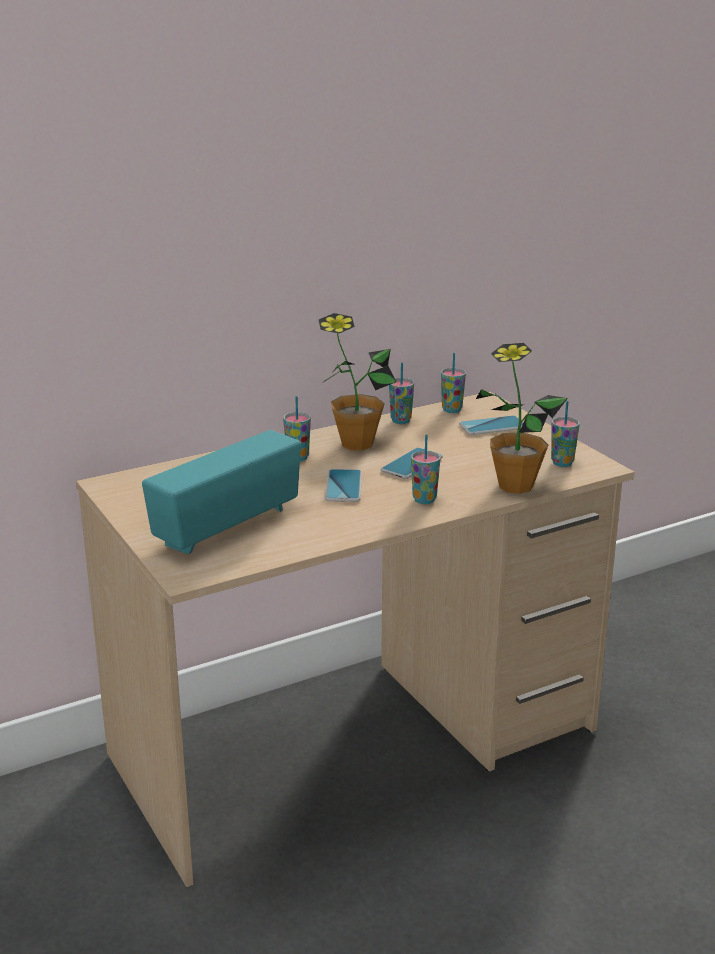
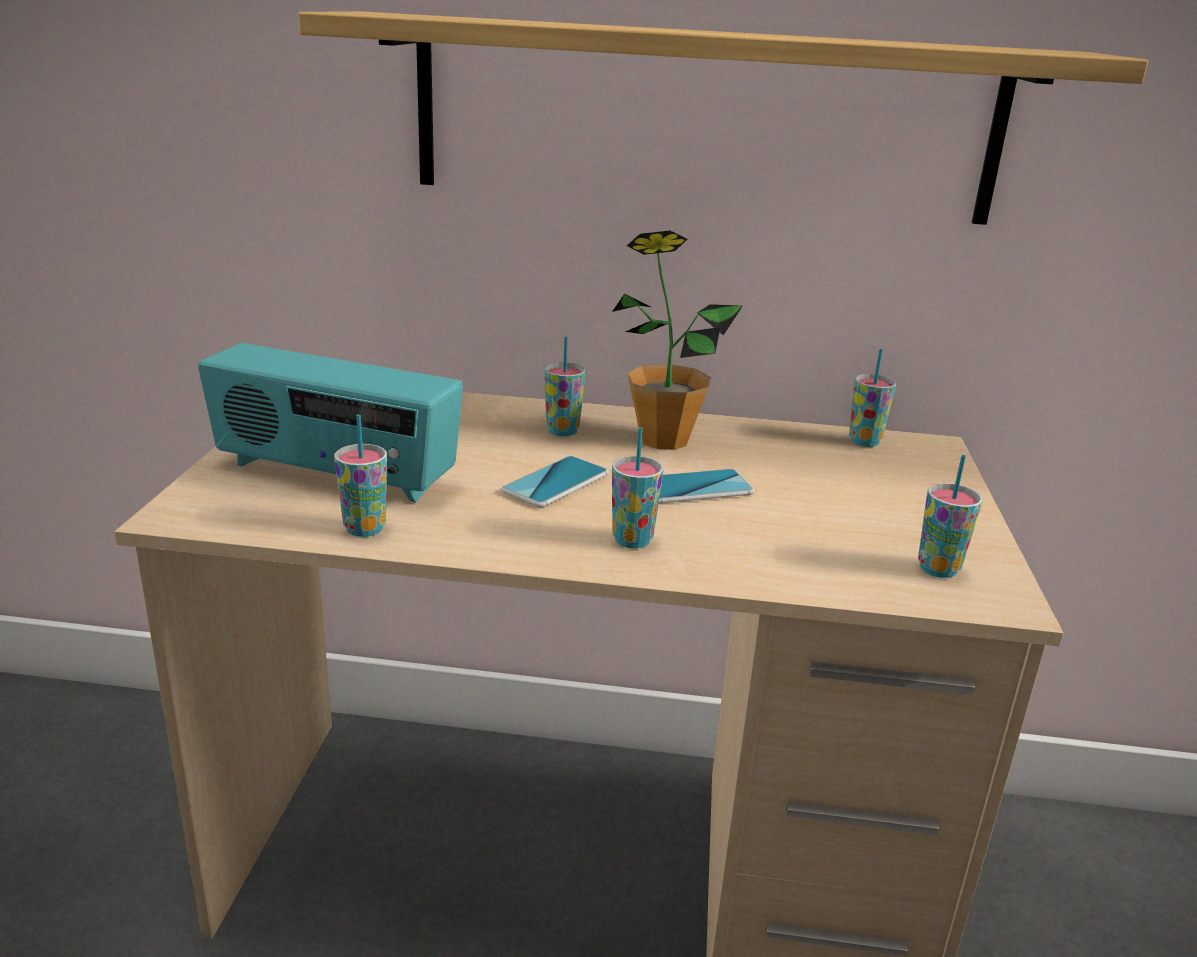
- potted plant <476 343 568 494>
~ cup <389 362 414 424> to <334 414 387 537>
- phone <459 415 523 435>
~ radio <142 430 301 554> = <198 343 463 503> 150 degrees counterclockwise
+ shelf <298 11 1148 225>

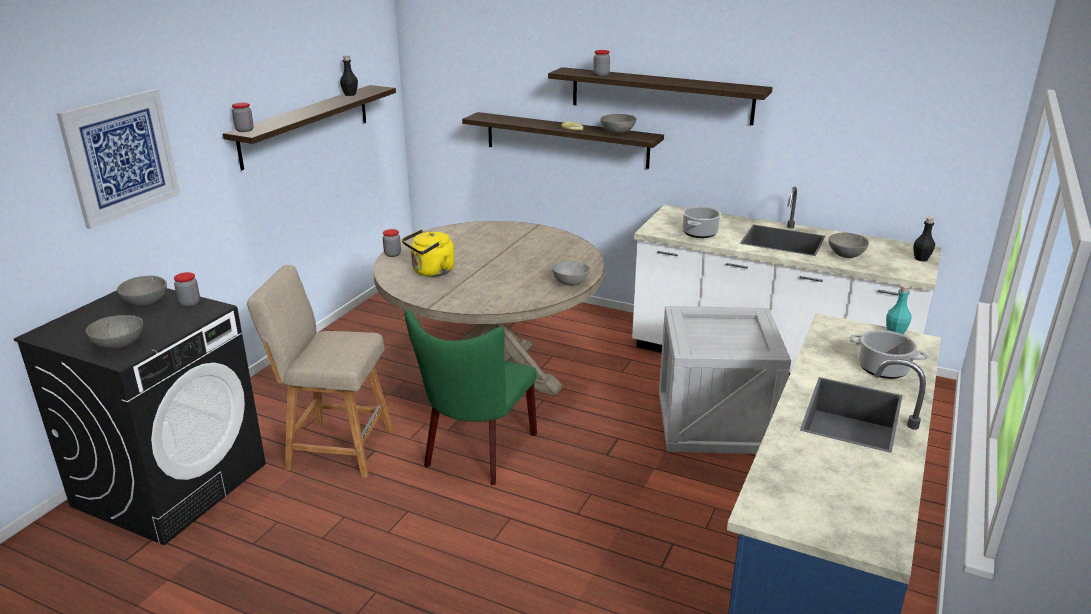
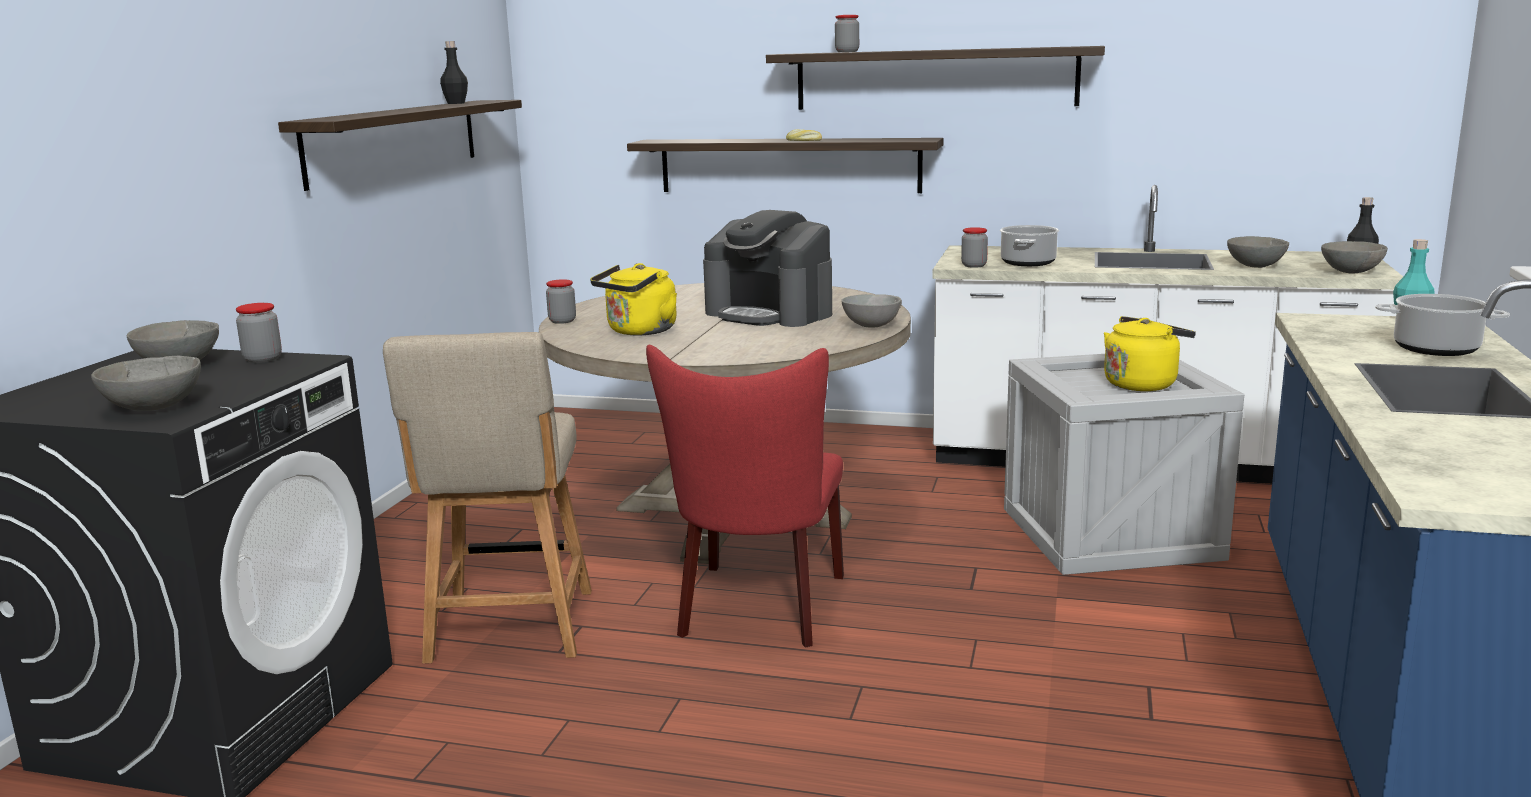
- picture <57 89 180 229>
~ jar <232 103 254 132> to <961 227 988 268>
~ grey bowl <601 114 636 134> to <1321 241 1388 274>
~ beige chair <247 265 393 478> = <383 332 592 664> 90 degrees counterclockwise
~ green chair <405 309 537 485> to red chair <646 345 844 648>
+ coffee machine <703 210 832 327>
+ yellow kettle <1104 316 1196 391>

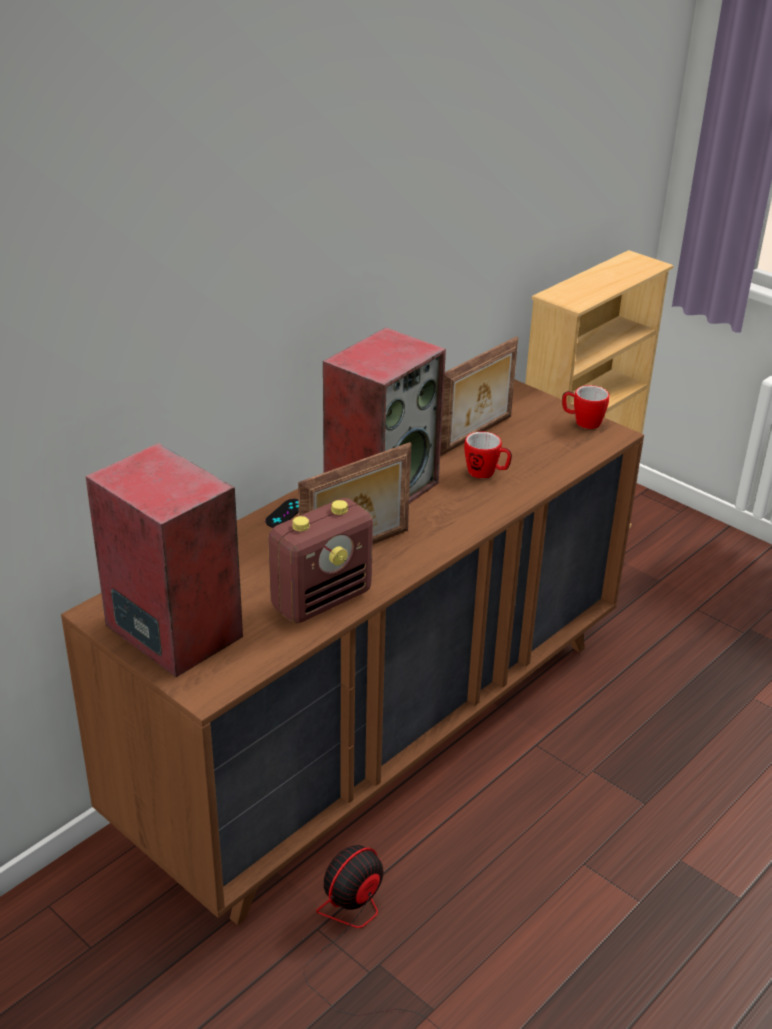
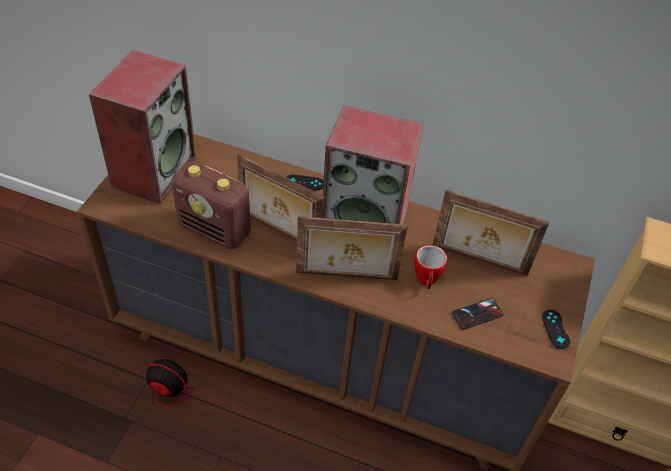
~ mug <562 385 609 429> to black game controller <542 310 571 349>
+ picture frame <296 216 408 280>
+ phone <452 298 503 330>

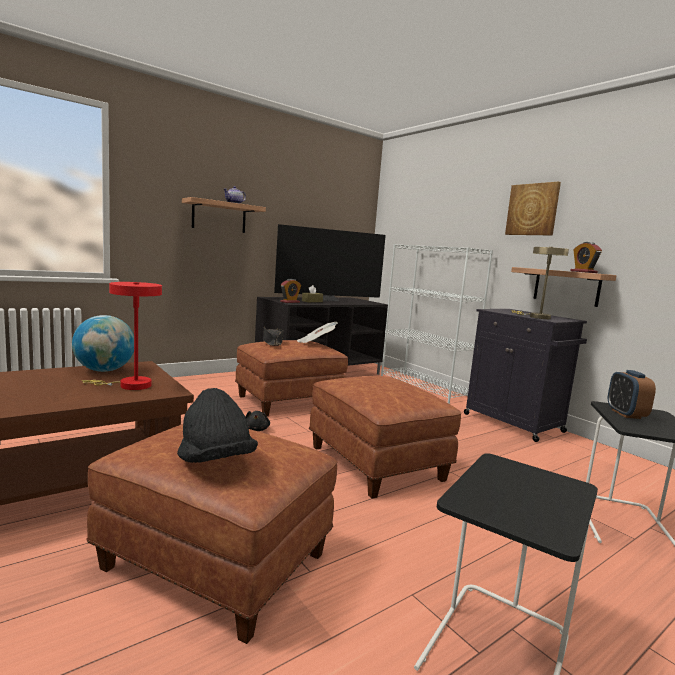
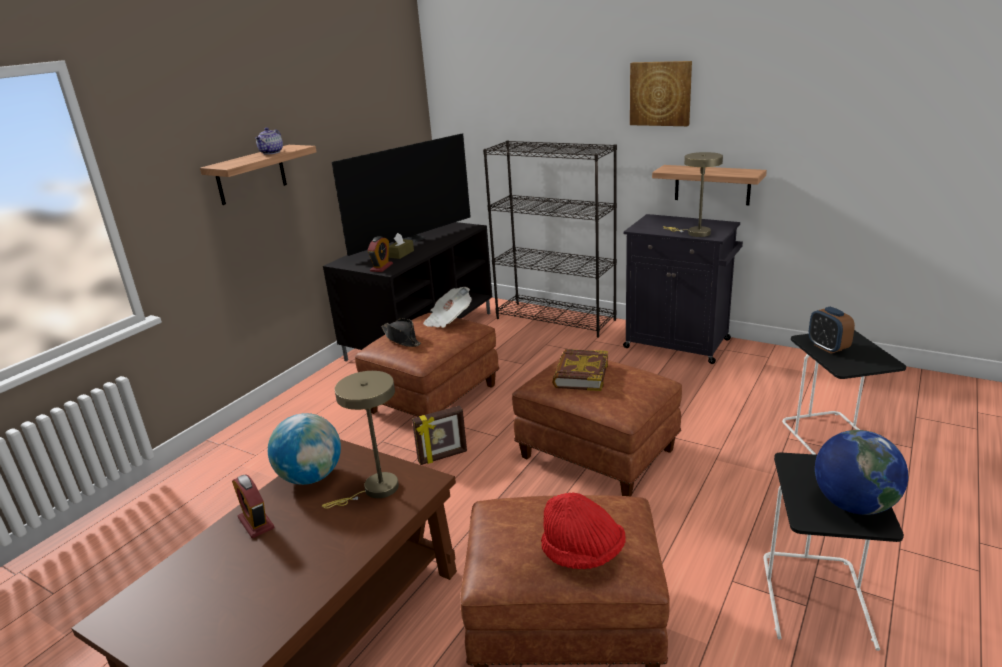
~ alarm clock <570 242 602 273> to <232 474 274 538>
~ white bookcase <381 244 493 404> to black bookcase <483 140 617 338>
~ red table lamp <81 282 162 390> to beige table lamp <322 371 399 509>
~ black hat <177 388 258 463> to red hat <541 492 626 569>
~ black plush toy <245 411 270 431> to picture frame <412 405 467 465>
+ book <552 349 608 391>
+ globe <815 430 908 515>

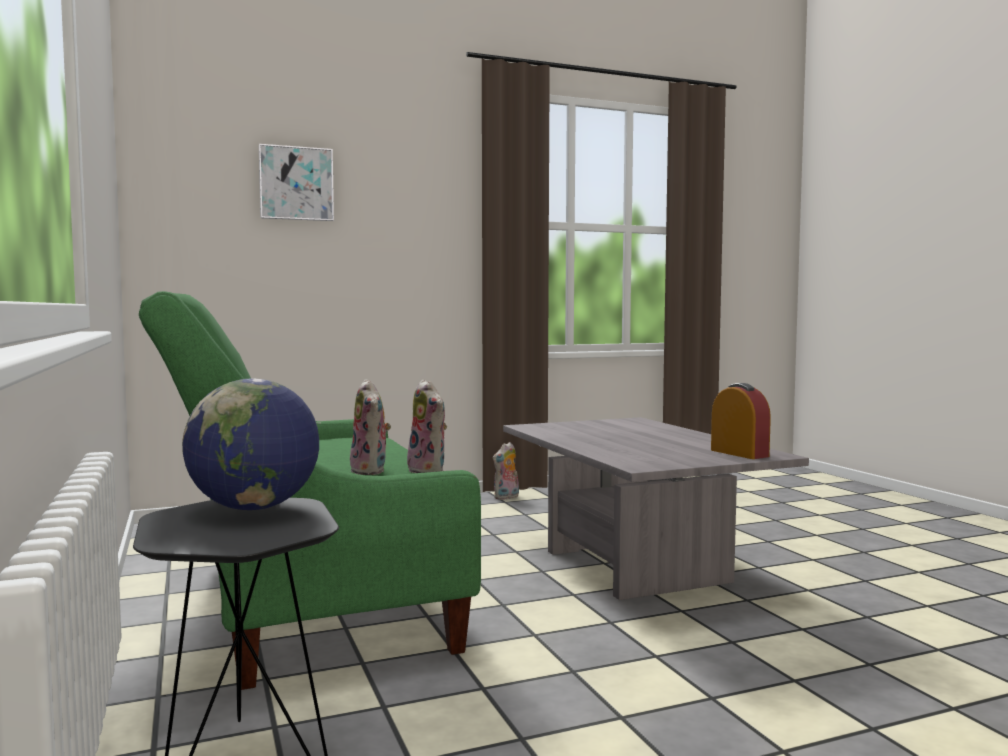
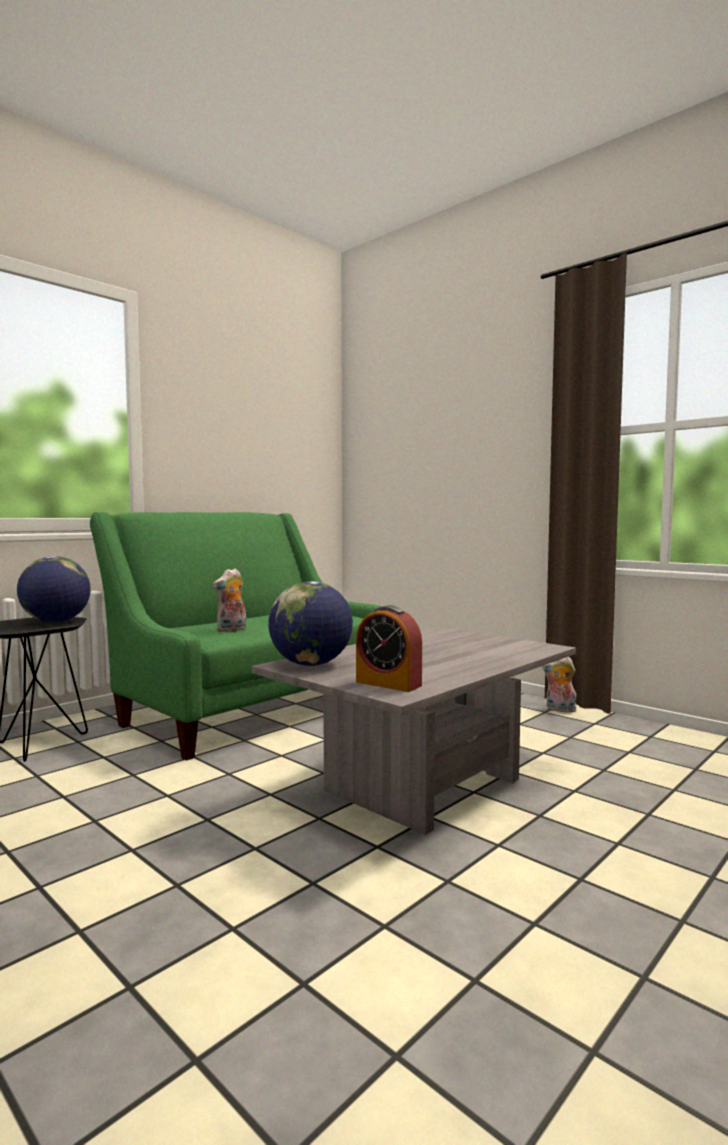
- picture <259 144 334 221>
- plush toy <407 379 447 473>
~ alarm clock <711 383 771 459> = <356 605 422 692> 90 degrees clockwise
+ globe <268 581 353 666>

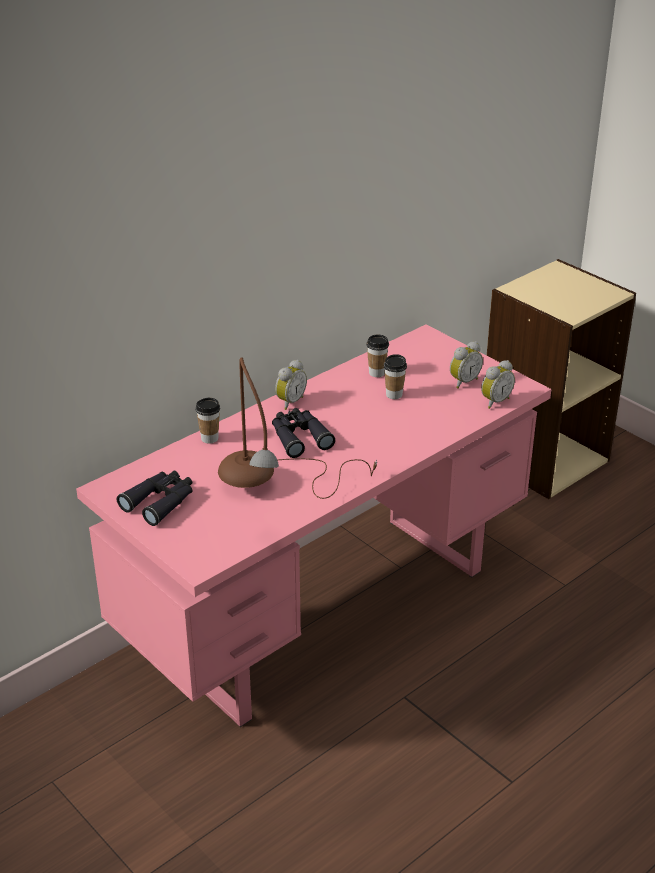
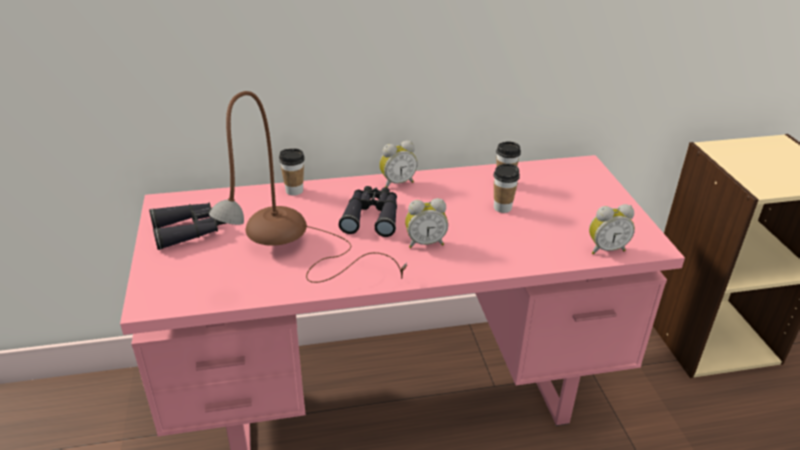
~ alarm clock <450 341 483 389> to <405 198 448 248>

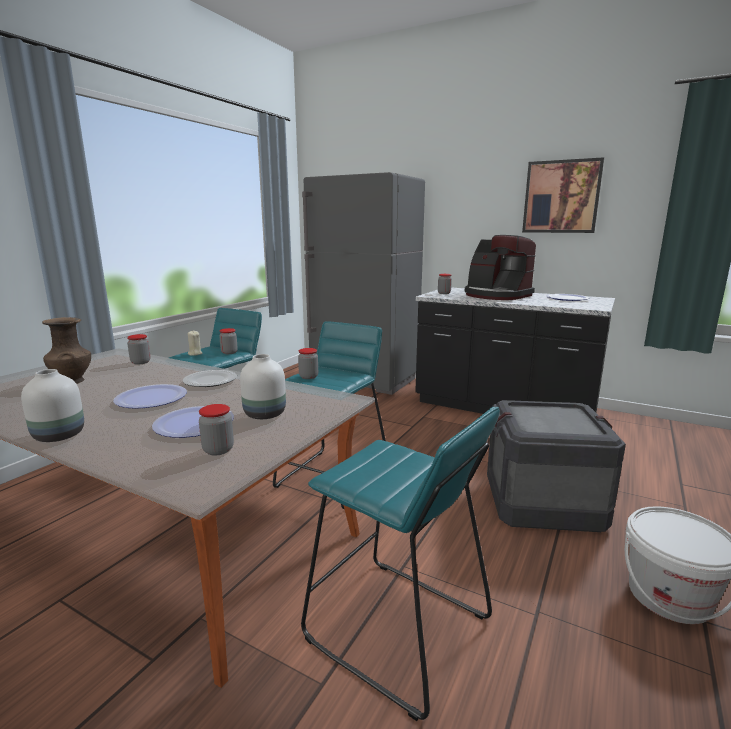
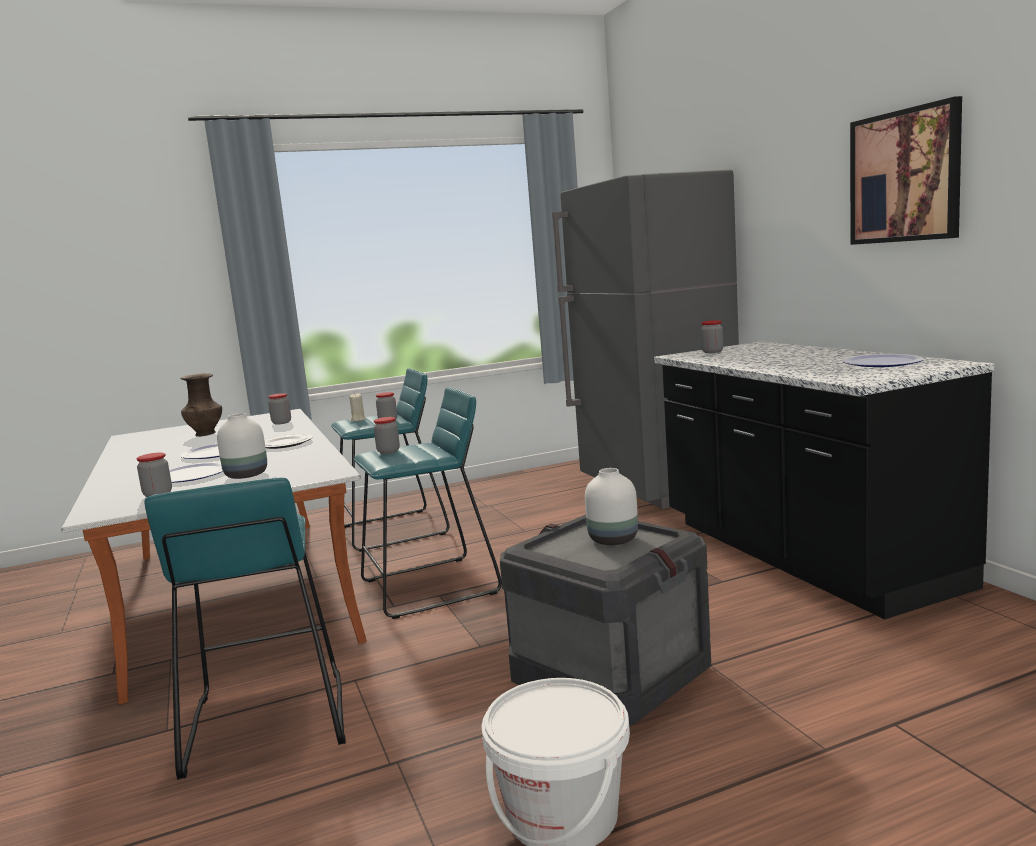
- coffee machine <465 235 536 300>
~ white vase <21 369 84 442> to <585 468 638 545>

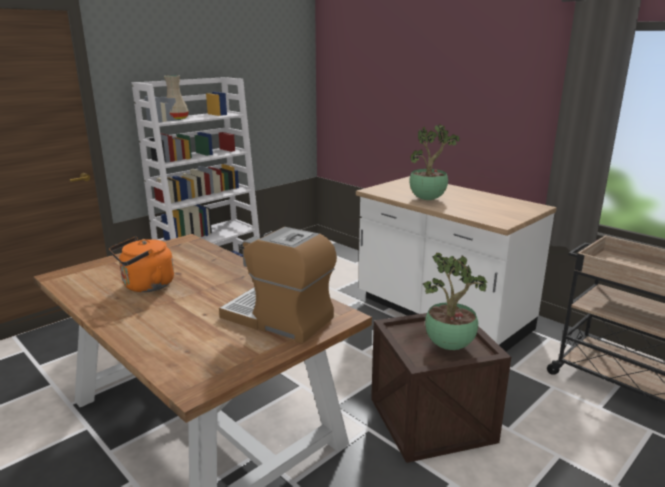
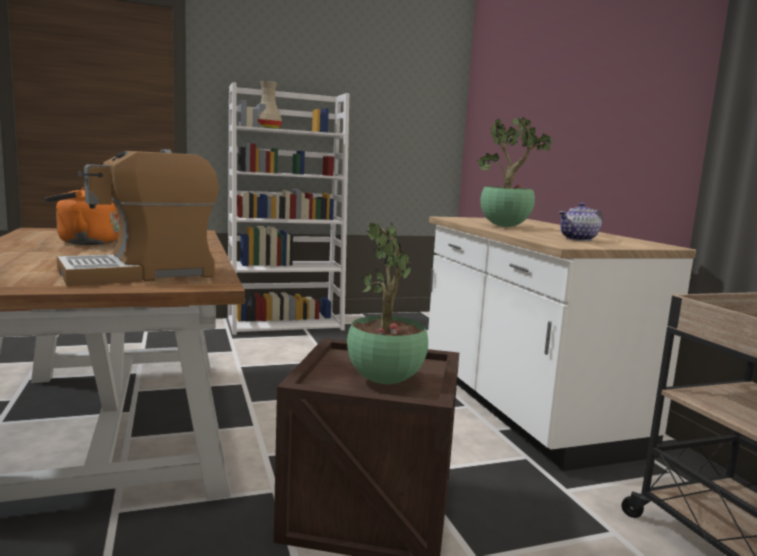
~ coffee machine <219 227 337 344> = <57 149 219 286> 90 degrees counterclockwise
+ teapot <558 202 603 241>

